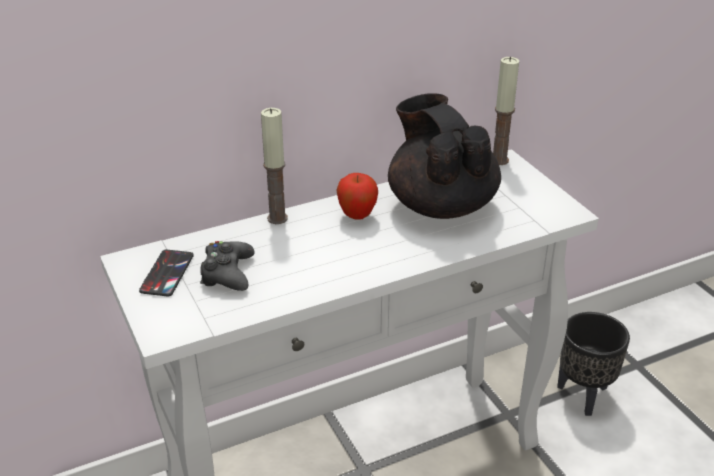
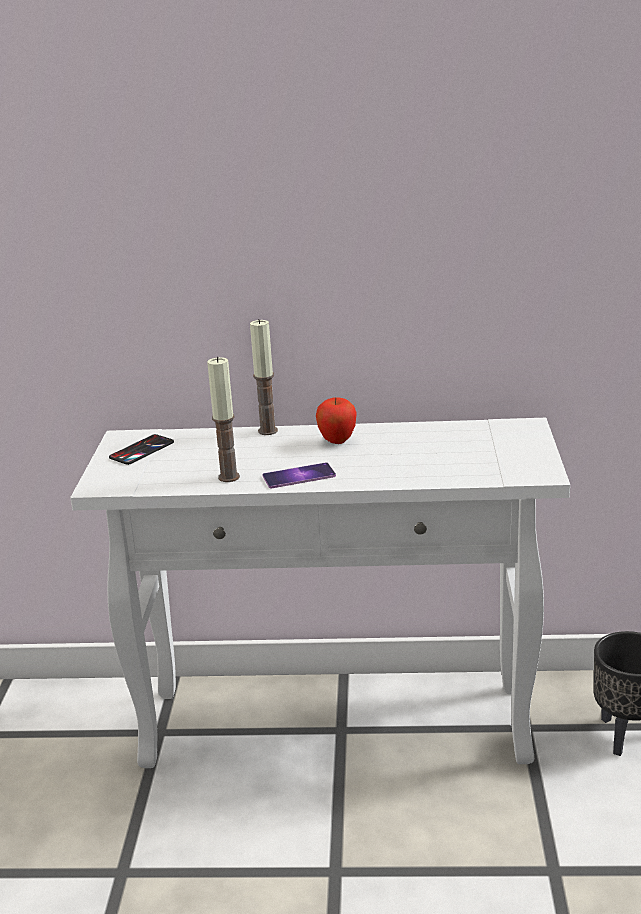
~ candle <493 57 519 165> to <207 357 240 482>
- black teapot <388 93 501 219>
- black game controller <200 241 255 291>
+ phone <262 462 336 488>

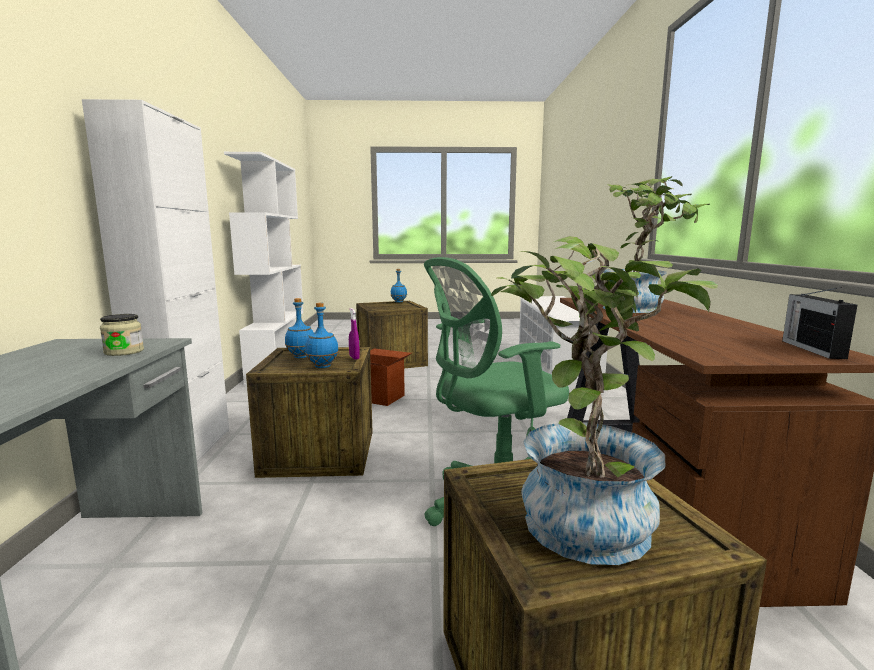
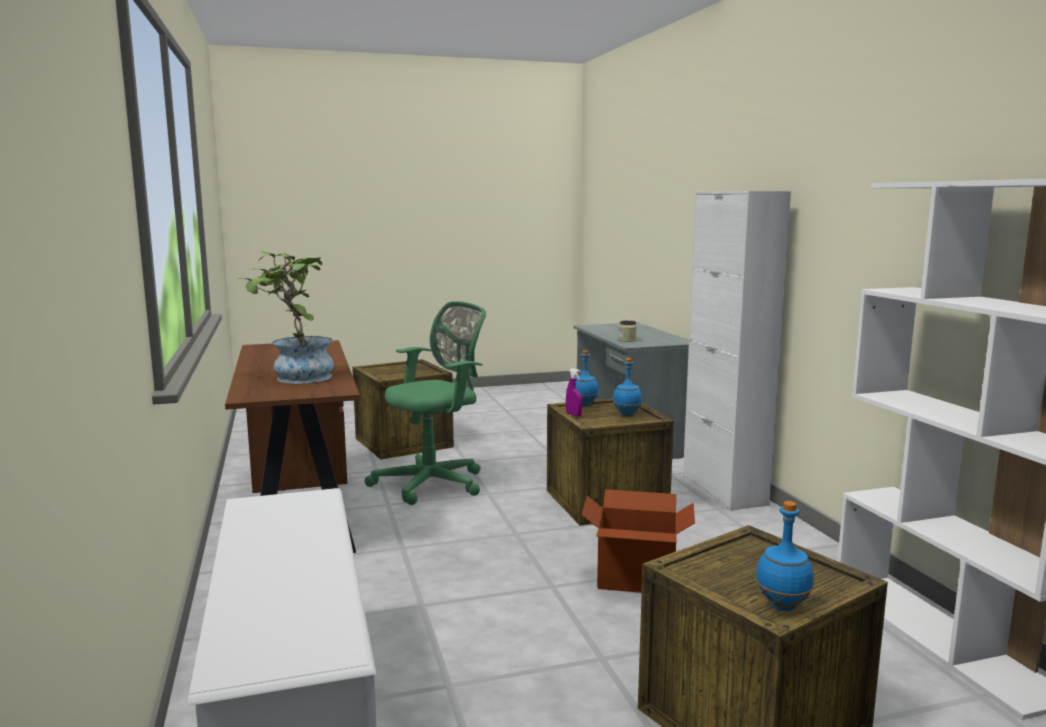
- potted plant <491 236 718 565>
- radio <782 287 857 359>

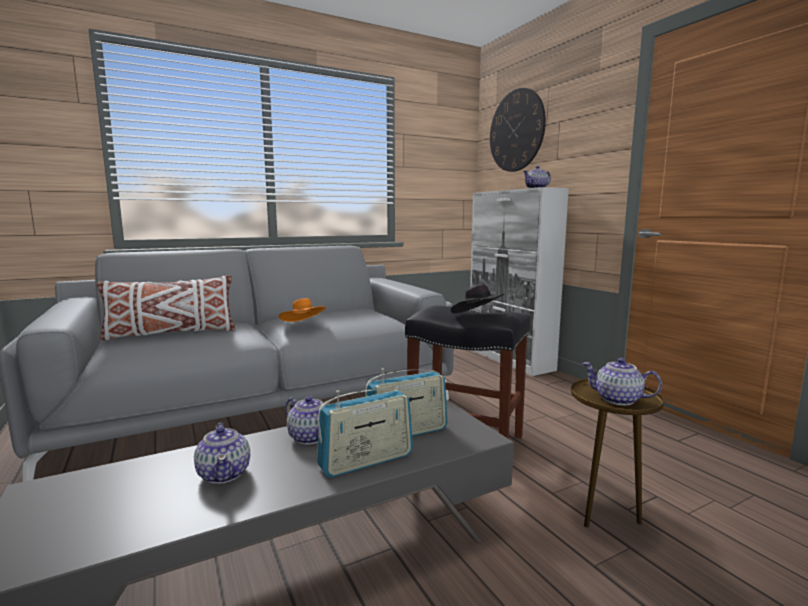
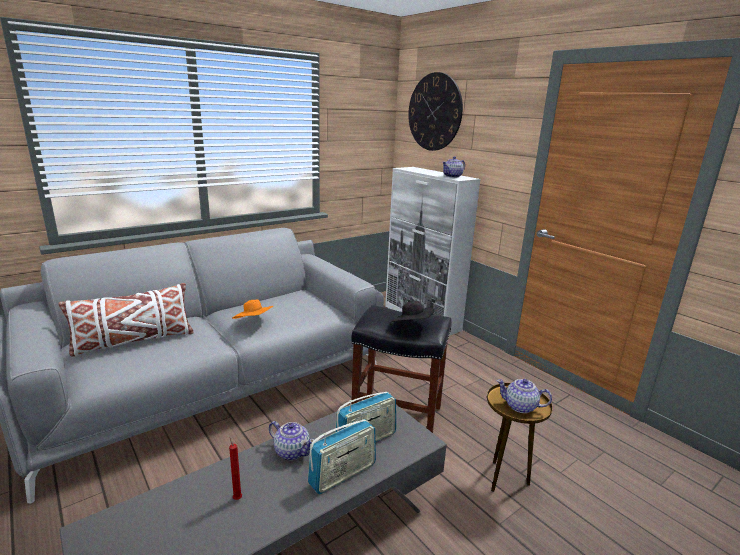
~ teapot <194 423 250 484> to red candle <229 436 242 500>

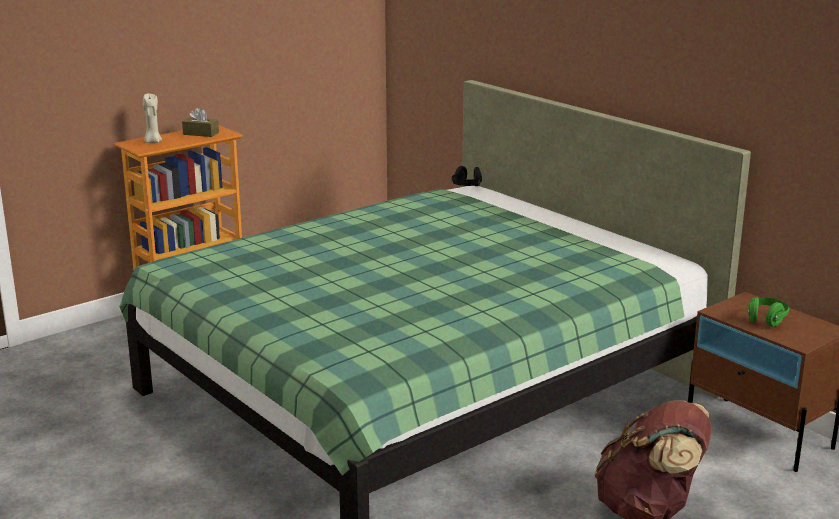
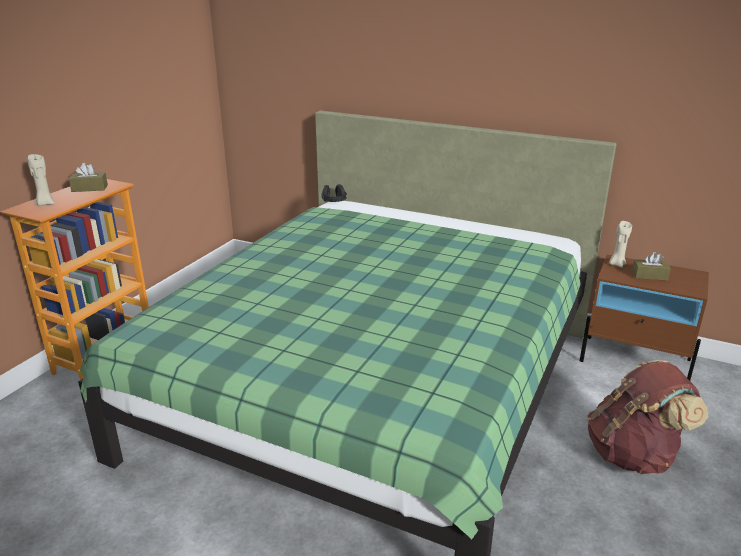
~ green headphones <748 297 790 327> to brown tissue box <632 252 671 281>
+ beige candle <609 221 632 268>

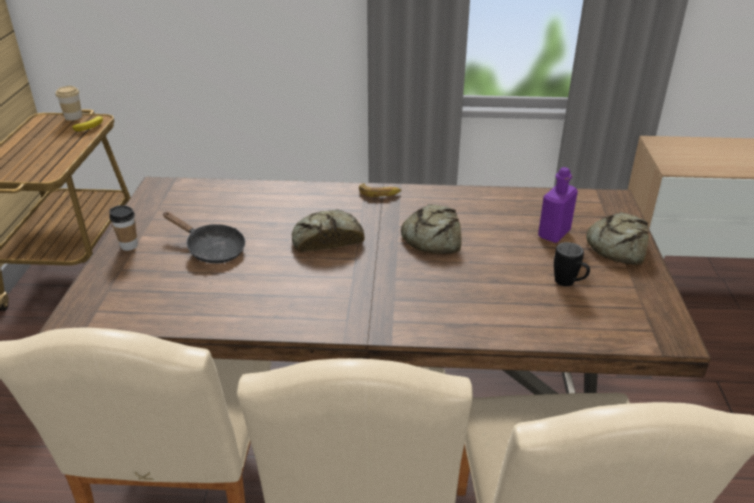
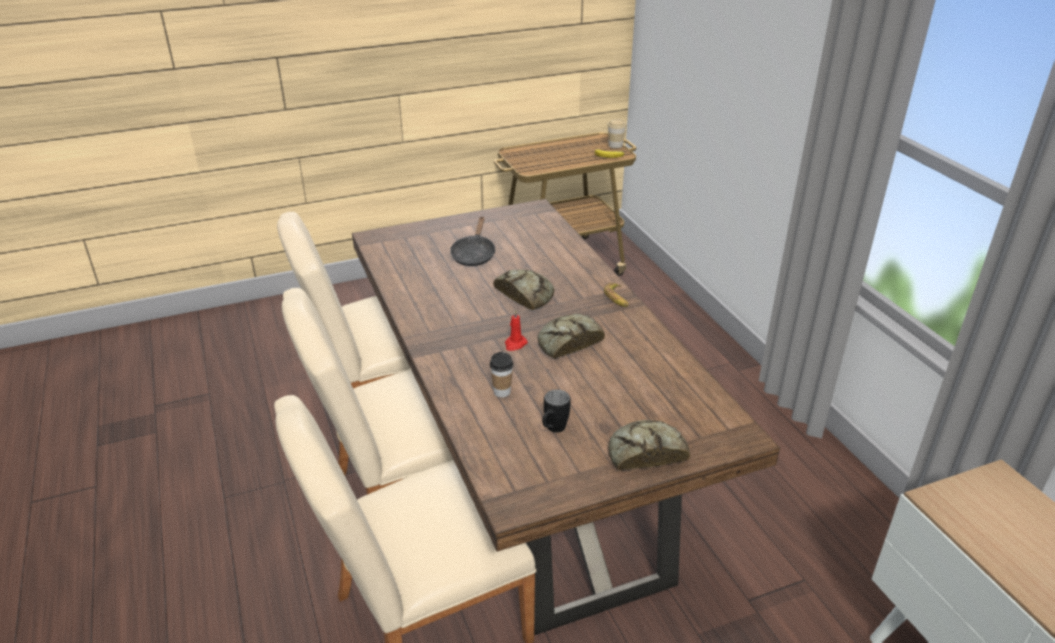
- purple bottle <538 167 578 243>
~ cup <109 205 138 251> to <490 352 514 397>
+ red candle <505 309 528 351>

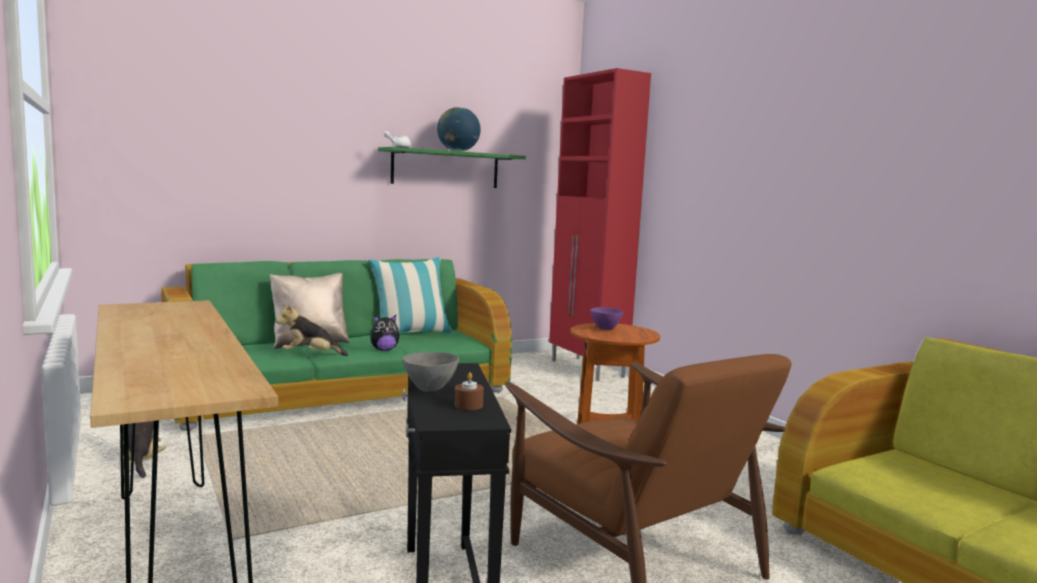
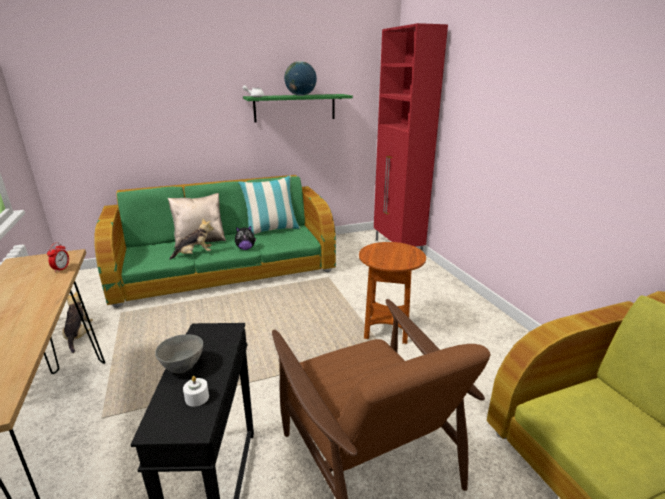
~ plush toy <276 304 349 356> = <169 218 214 260> 150 degrees clockwise
- purple bowl <590 307 623 330>
~ brown candle <455 372 484 410> to white candle <183 376 209 407>
+ alarm clock <47 242 69 272>

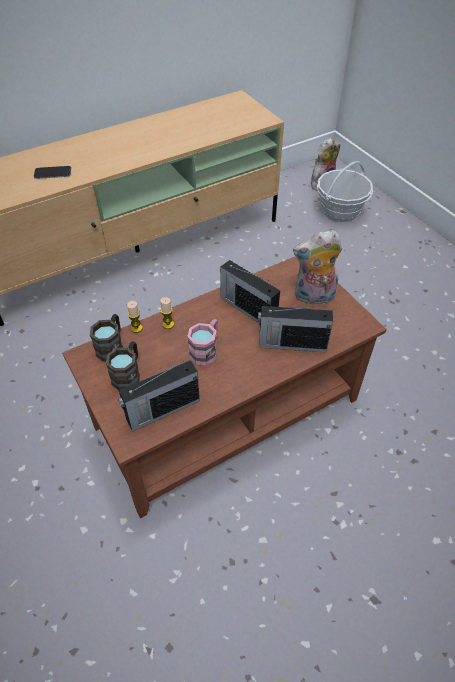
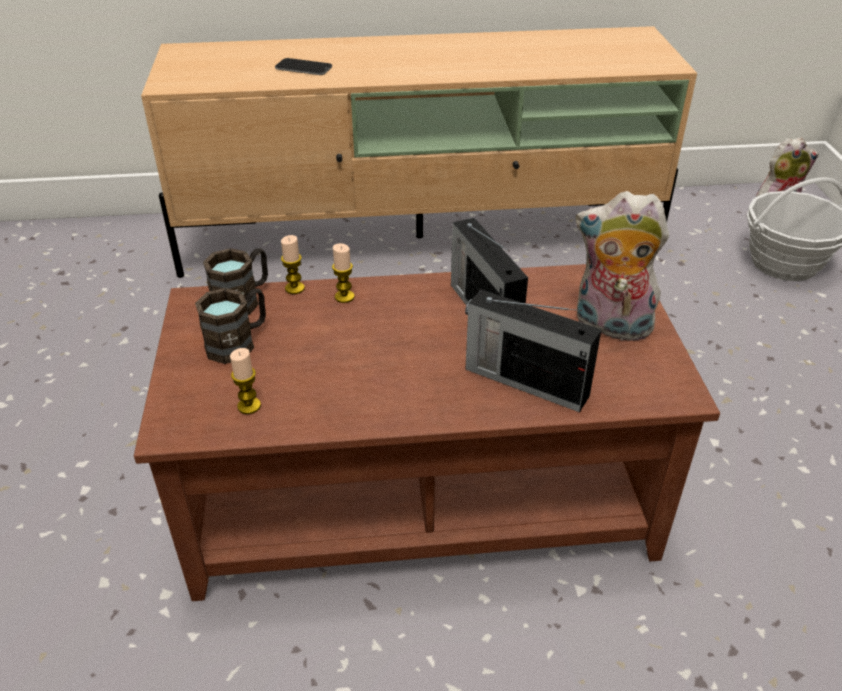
- pink mug <187 319 218 366>
~ radio <118 360 200 432> to candle <230 348 261 414>

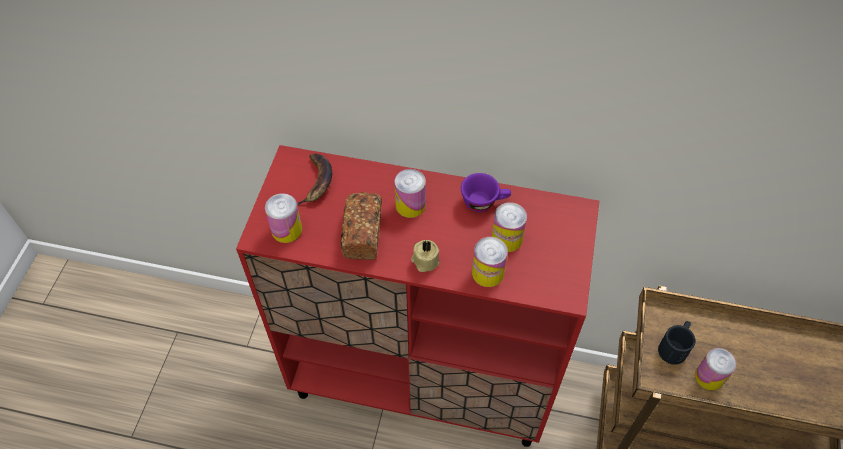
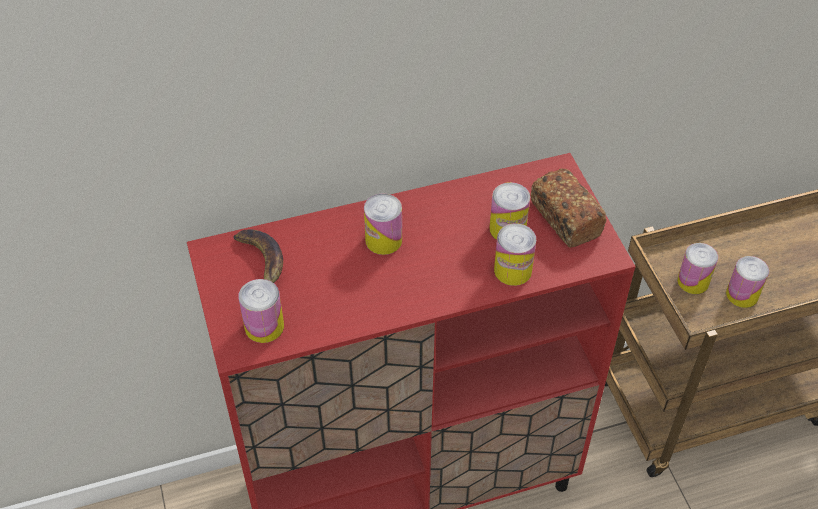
- purple cup <461 173 511 212>
~ bread <341 192 382 260> to <531 169 606 248>
- beige candle <411 240 440 272>
~ black mug <658 321 696 365> to can <677 243 718 294>

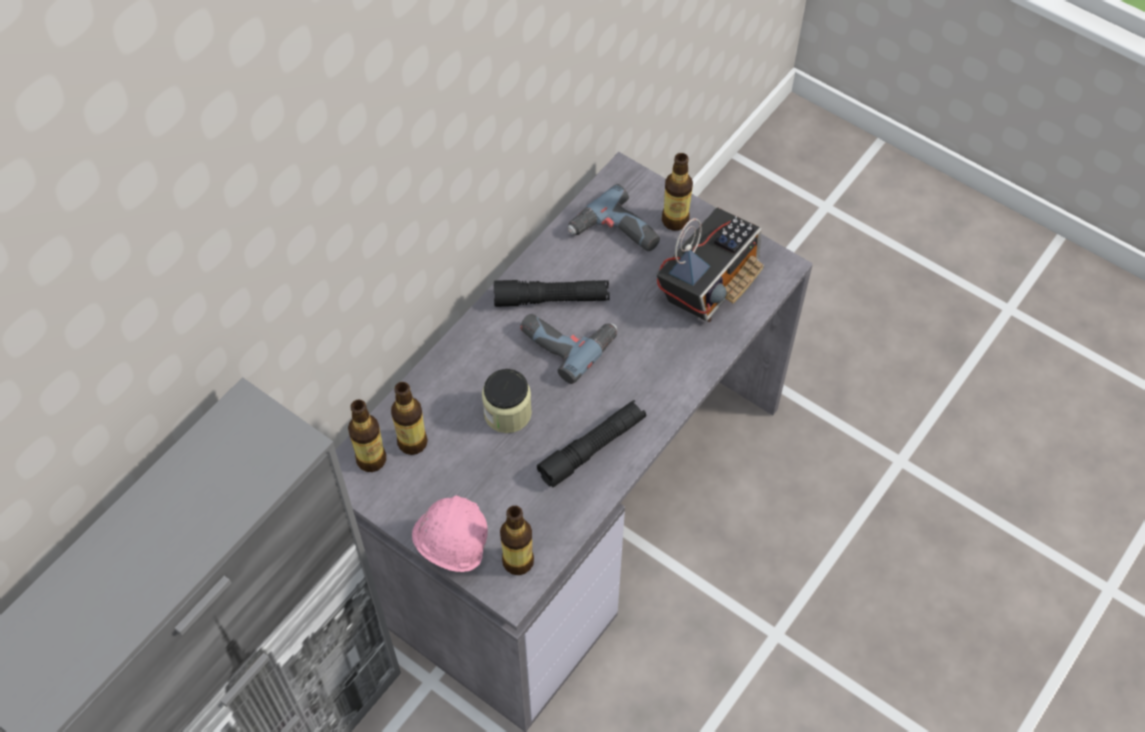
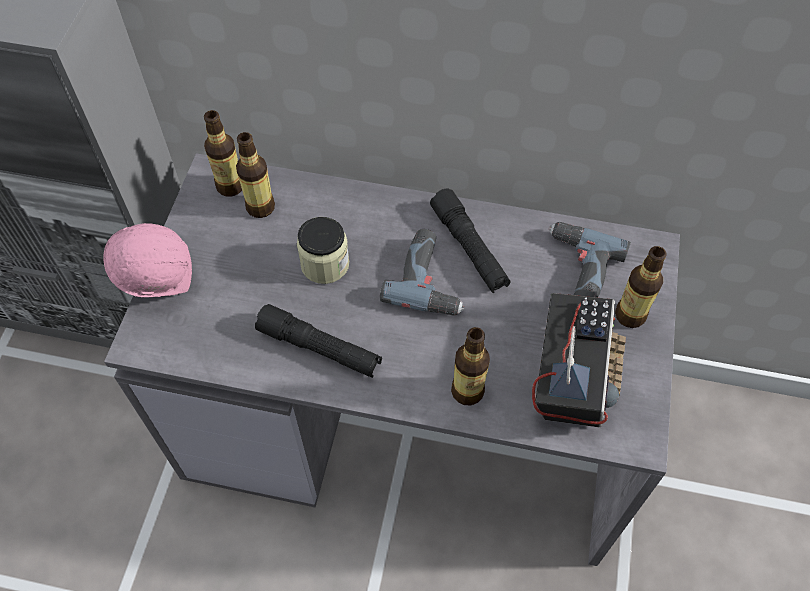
~ radio <656 207 764 322> = <532 293 626 427> 90 degrees counterclockwise
~ bottle <500 506 534 575> to <451 327 490 405>

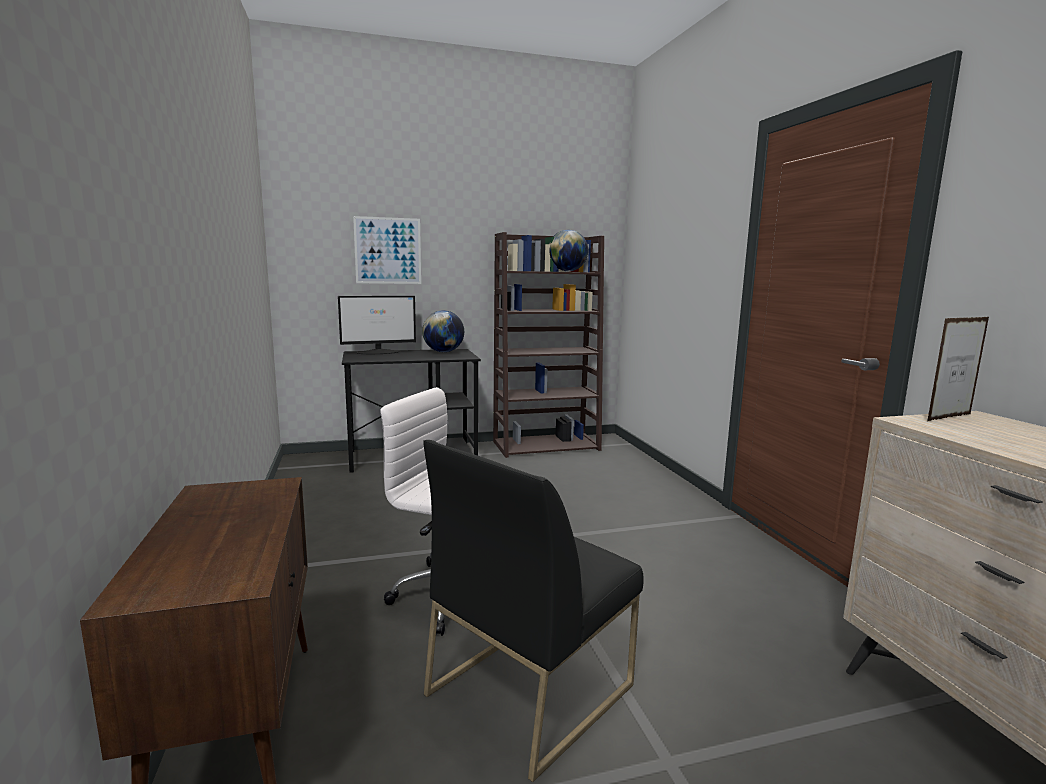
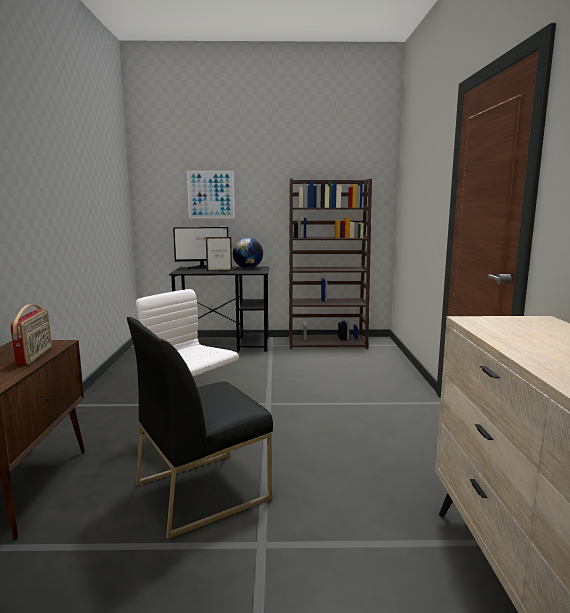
- globe <549 230 588 272>
~ picture frame <927 317 989 421> to <206 237 232 271>
+ radio <10 304 52 365>

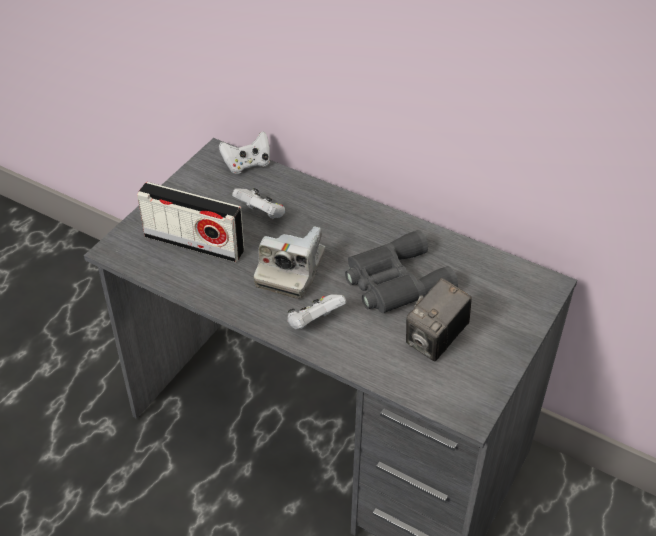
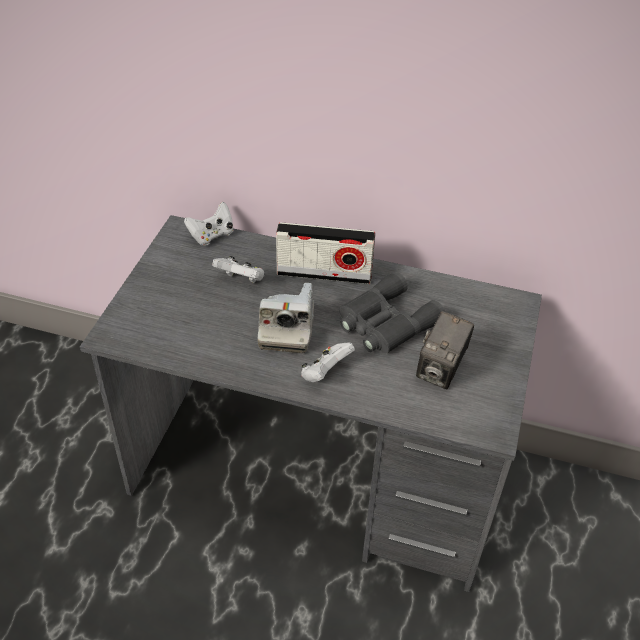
~ radio <137 182 244 263> to <276 222 375 284>

